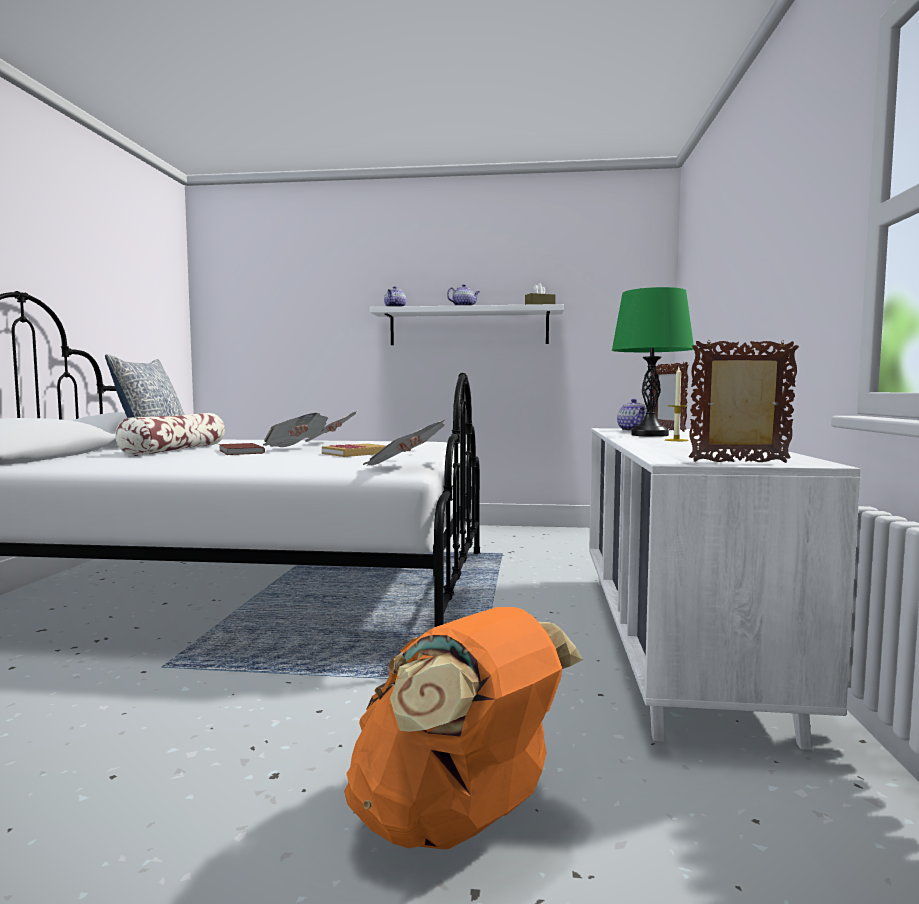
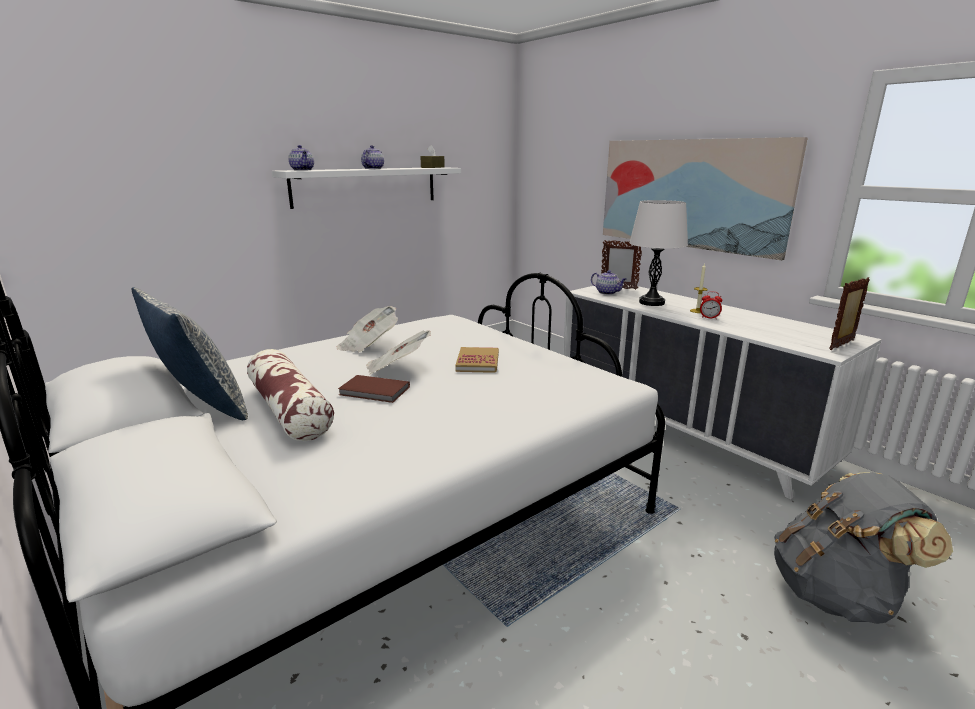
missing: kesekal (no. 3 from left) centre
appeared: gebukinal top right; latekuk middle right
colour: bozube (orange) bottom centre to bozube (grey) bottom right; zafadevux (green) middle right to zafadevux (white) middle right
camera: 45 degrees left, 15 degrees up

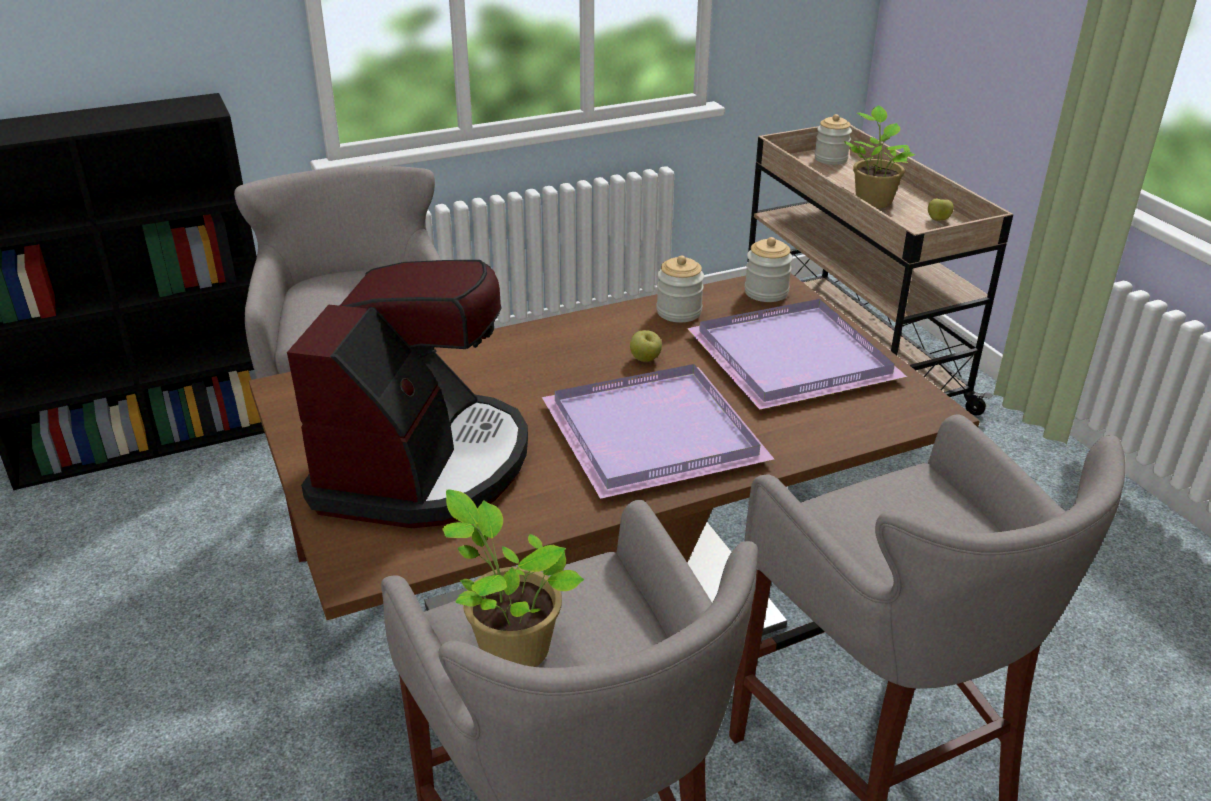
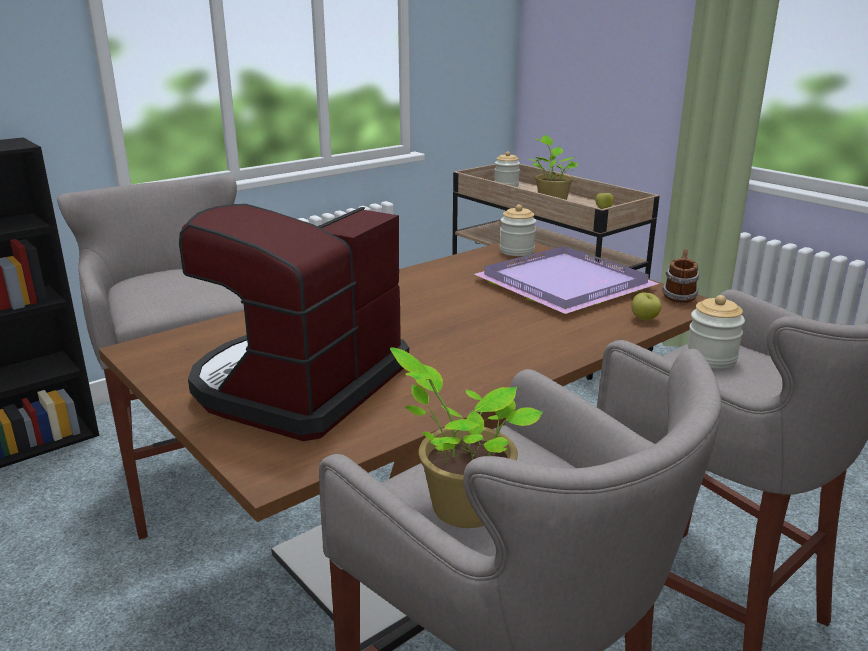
missing: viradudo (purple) (no. 1 from left) centre
appeared: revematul middle right
relocated: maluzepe (no. 1 from left in the first image) centre to maluzepe (no. 2 from left) middle right; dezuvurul (no. 1 from left in the first image) centre to dezuvurul (no. 3 from left) middle right
spun: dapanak centre = centre 150 degrees counterclockwise
camera: 15 degrees left, 10 degrees down

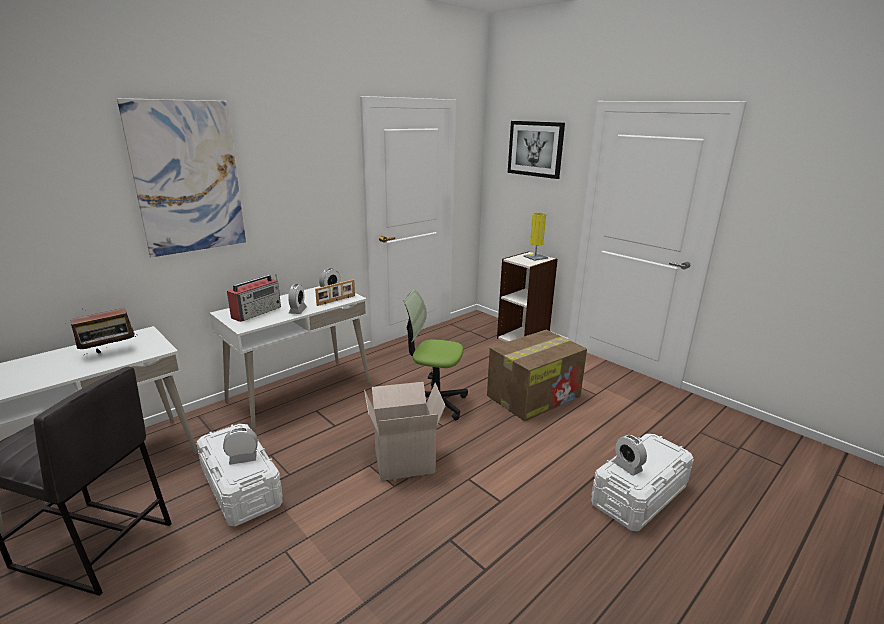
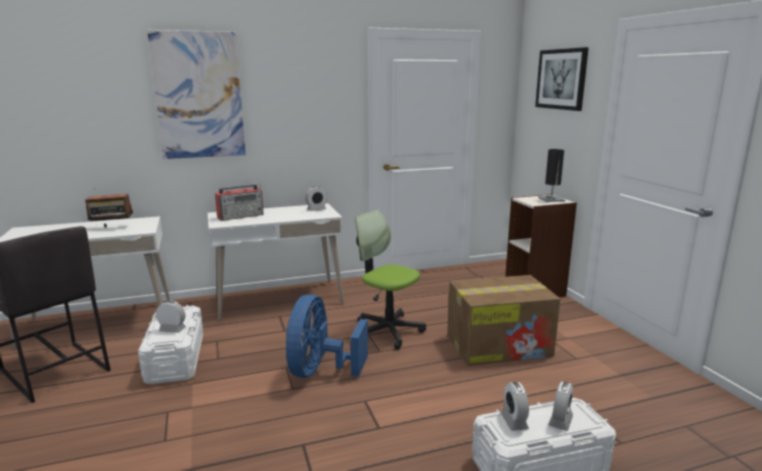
missing: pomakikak centre
relocated: latekuk (no. 2 from left in the first image) centre to latekuk (no. 4 from left) bottom right
exchanged: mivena (no. 1 from left) bottom centre to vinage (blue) bottom centre
colour: zafadevux (yellow) centre to zafadevux (black) middle right
camera: 25 degrees right, 5 degrees down

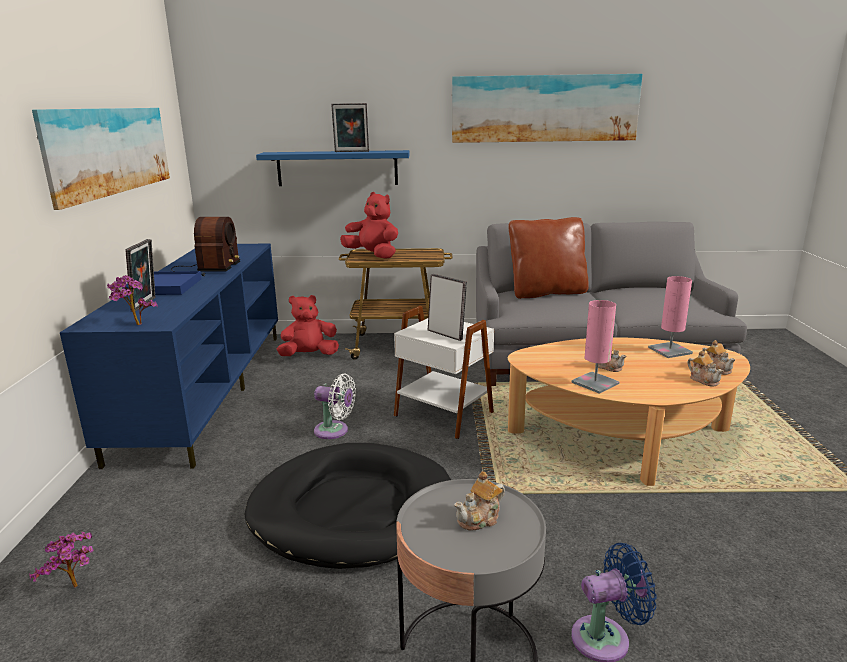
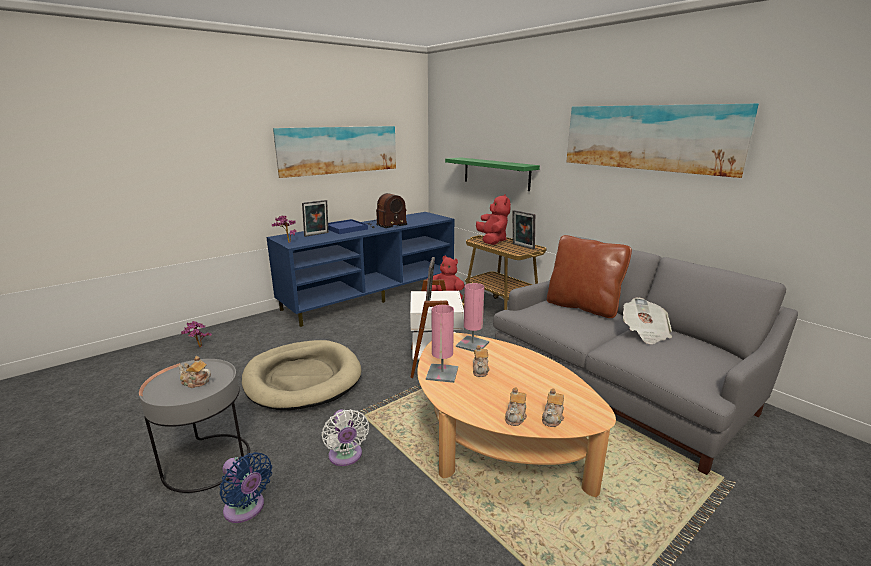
appeared: kesekal middle right
relocated: vinage (white) centre to bottom centre; pomakikak (no. 2 from left in the first image) top centre to pomakikak (no. 3 from left) centre; zafadevux (pink) (no. 2 from left) middle right to centre
colour: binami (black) bottom centre to binami (beige) centre; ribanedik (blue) top centre to ribanedik (green) top centre
camera: 50 degrees right, 0 degrees up

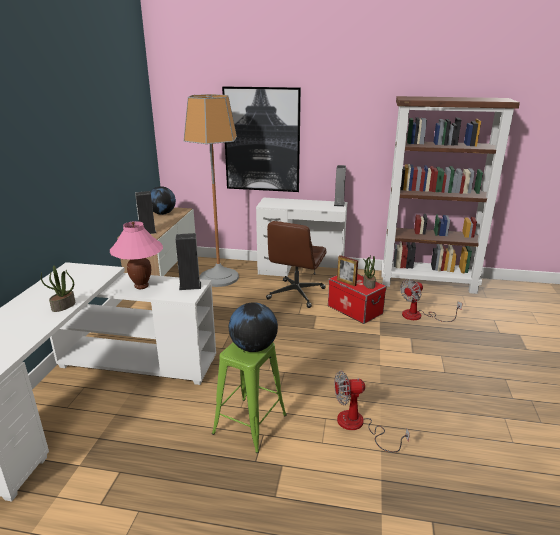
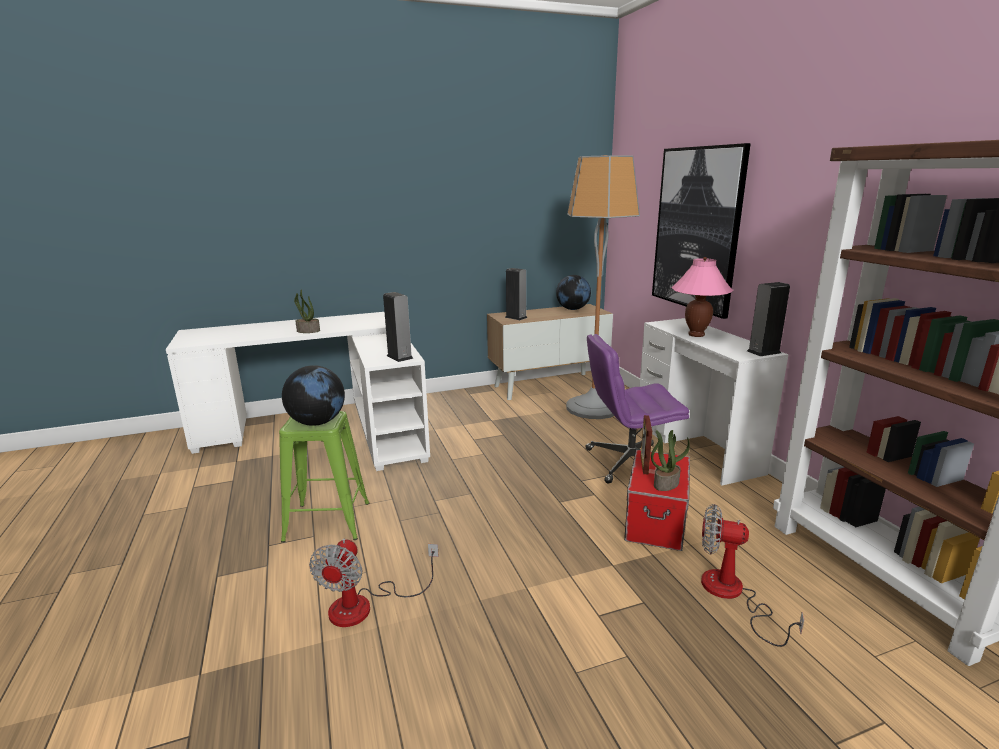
relocated: zafadevux (pink) middle left to middle right
colour: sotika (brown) centre to sotika (purple) centre
spun: vinage (no. 1 from left) bottom centre = bottom centre 135 degrees counterclockwise
camera: 60 degrees right, 5 degrees down

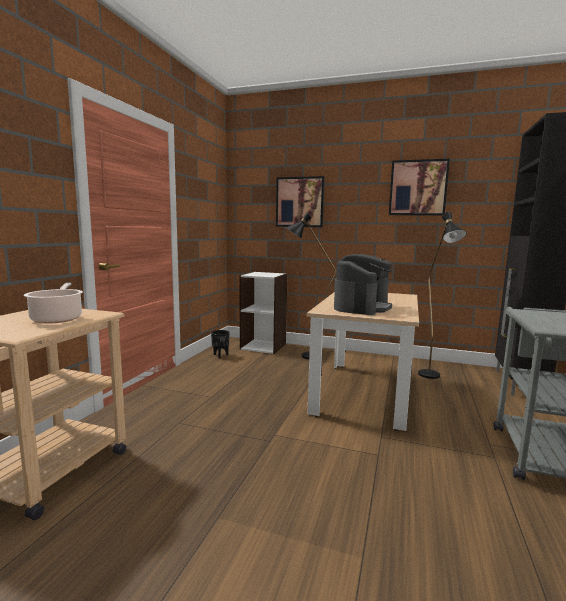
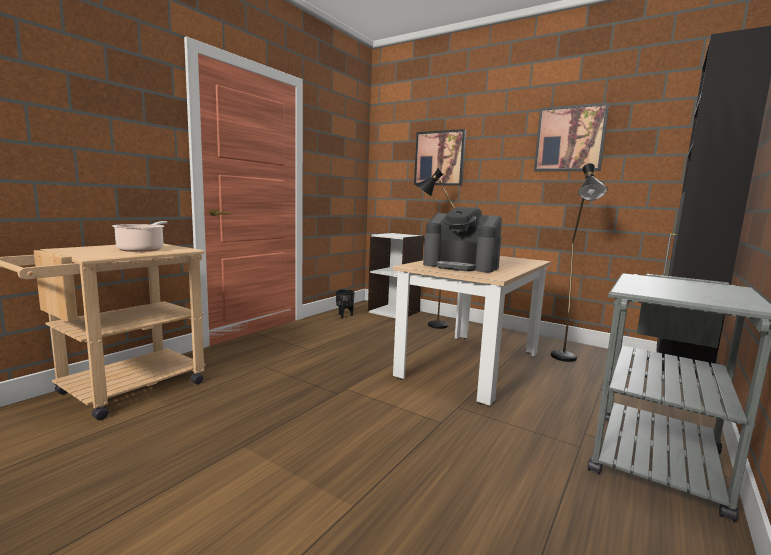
spun: dapanak centre = centre 75 degrees clockwise
camera: 15 degrees right, 0 degrees up

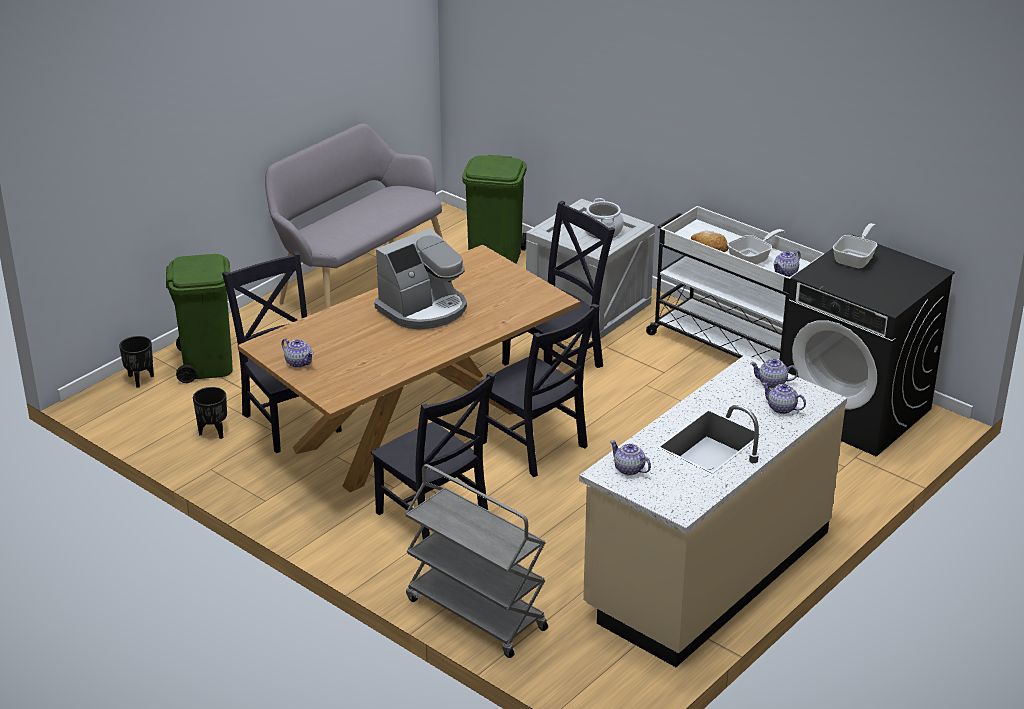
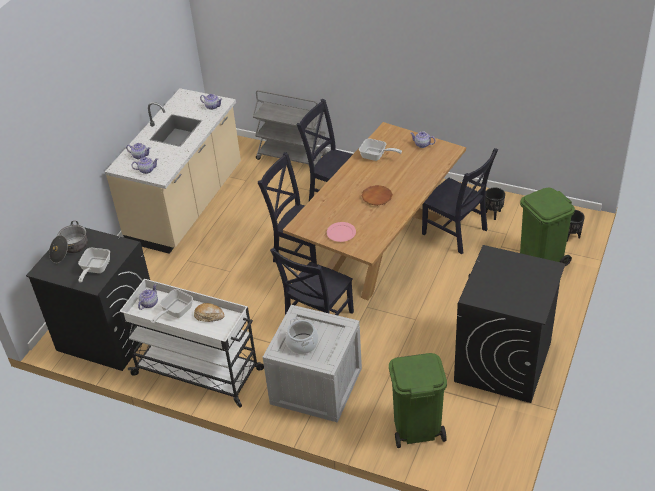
appeared: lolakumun (no. 1 from left) middle left; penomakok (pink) centre; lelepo (no. 3 from left) top centre
exchanged: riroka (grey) top centre to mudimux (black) (no. 2 from left) middle right; dapanak centre to penomakok (brown) centre
camera: 165 degrees right, 10 degrees up

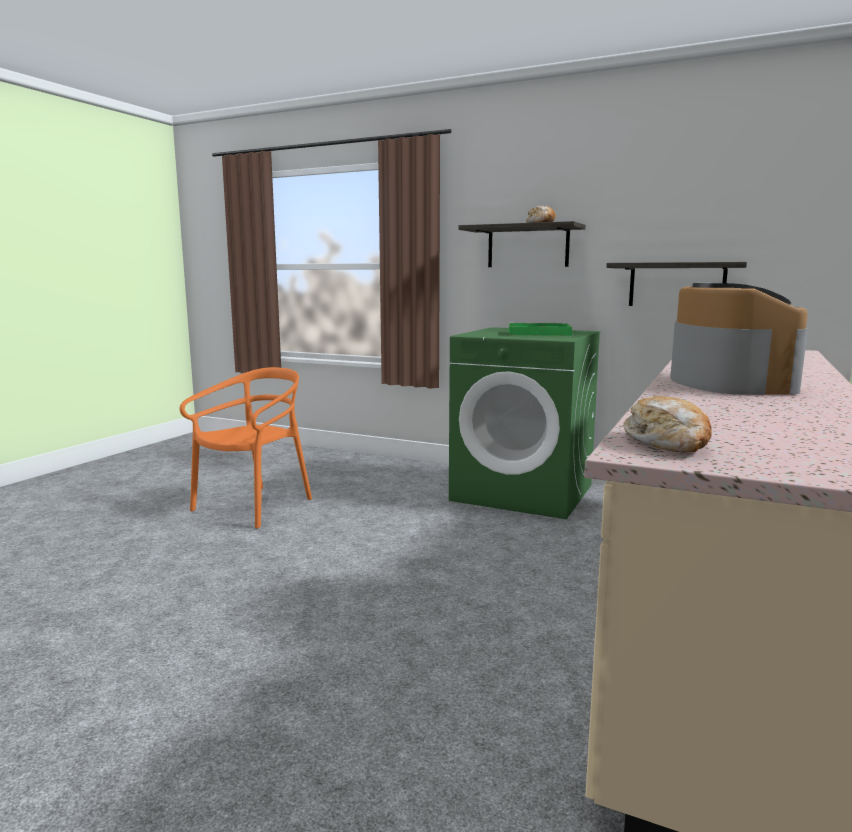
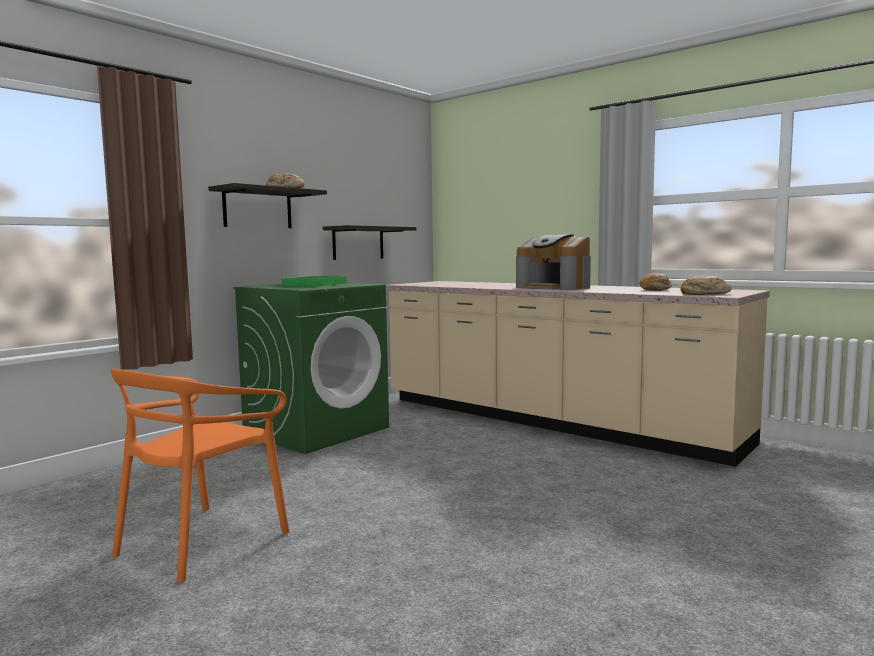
appeared: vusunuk (no. 2 from left) middle right
spun: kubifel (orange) middle left = bottom left 105 degrees counterclockwise; dapanak middle right = centre 150 degrees counterclockwise
camera: 75 degrees left, 5 degrees down

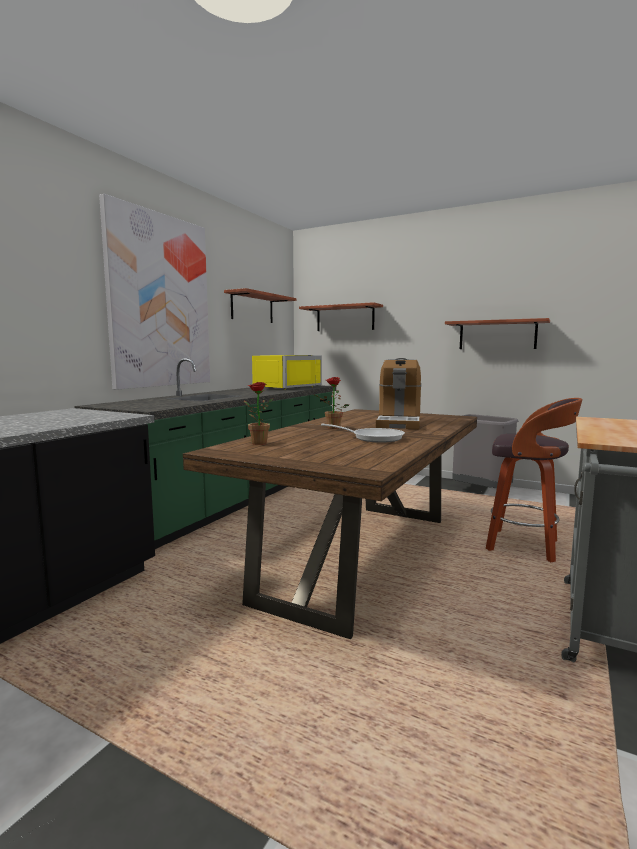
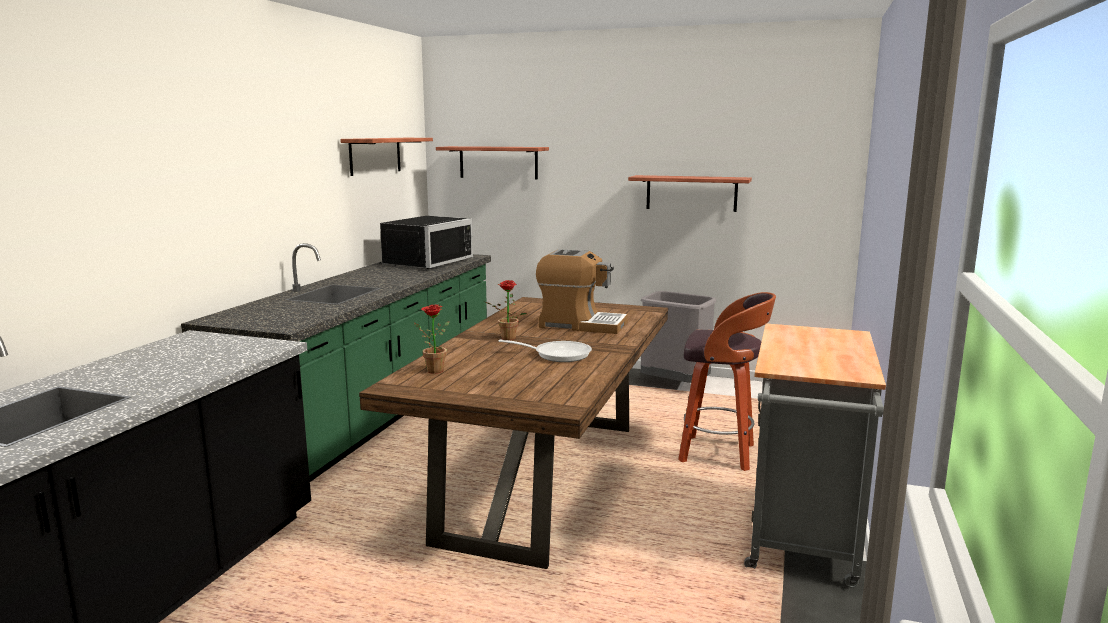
missing: gebukinal middle left
colour: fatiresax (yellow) centre to fatiresax (black) centre
spun: dapanak centre = centre 75 degrees counterclockwise
camera: 10 degrees left, 5 degrees up

